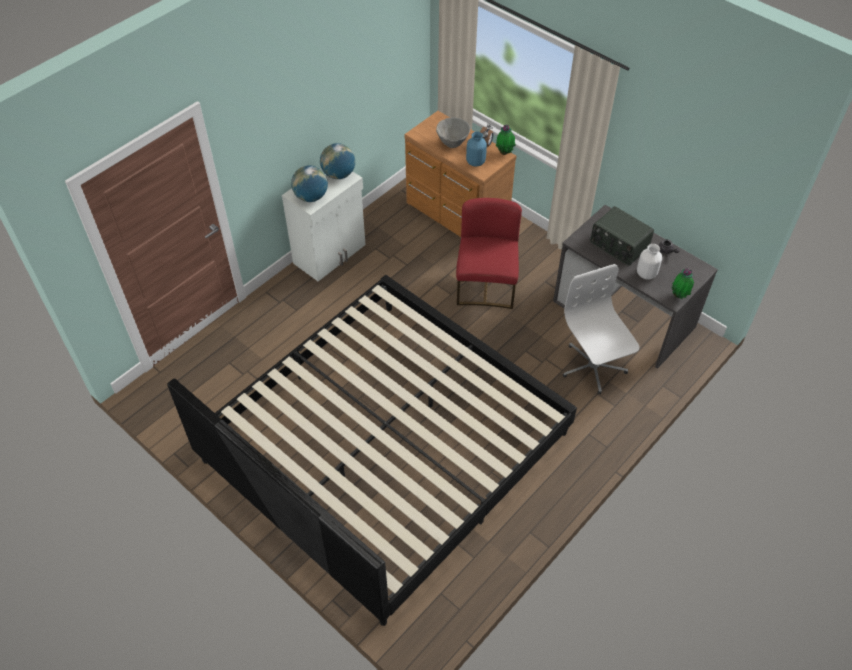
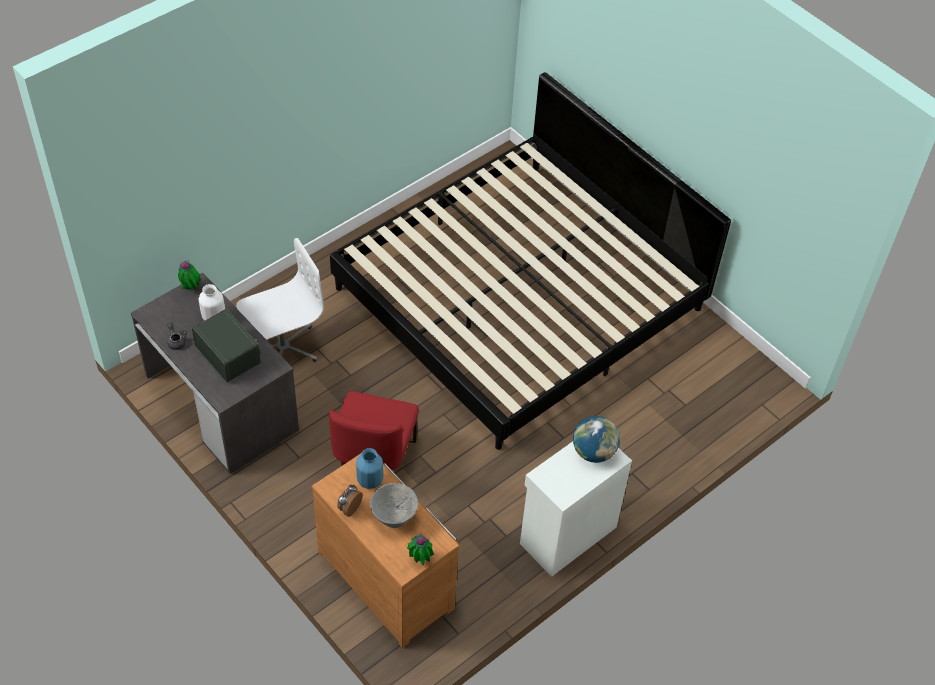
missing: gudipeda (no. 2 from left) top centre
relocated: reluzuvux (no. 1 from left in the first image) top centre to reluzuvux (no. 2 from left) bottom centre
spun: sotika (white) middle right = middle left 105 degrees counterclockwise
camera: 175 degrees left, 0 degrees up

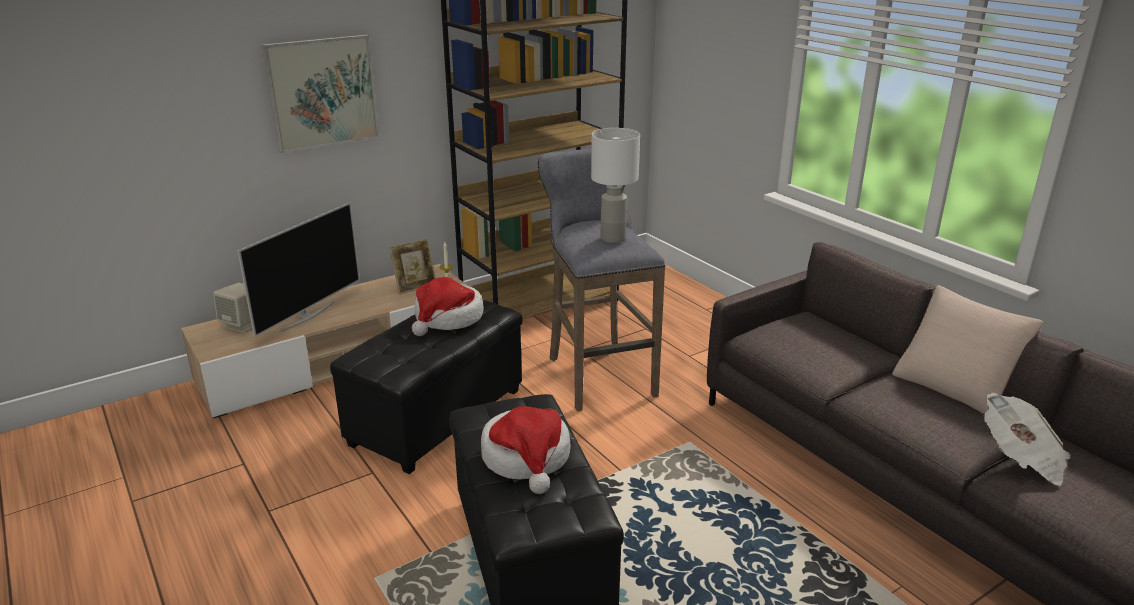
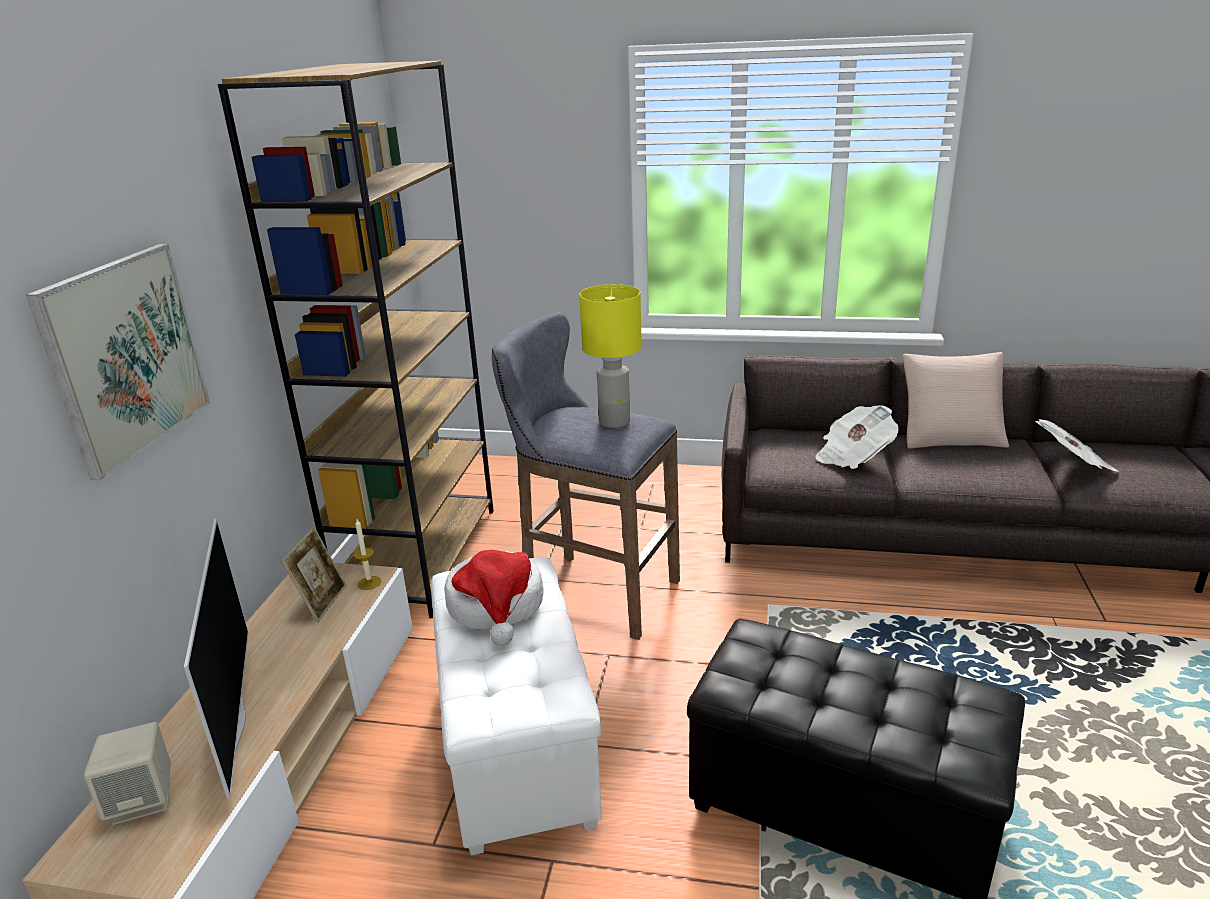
missing: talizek (no. 2 from left) bottom centre
appeared: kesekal (no. 1 from left) middle right
colour: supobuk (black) (no. 1 from left) centre to supobuk (white) bottom centre; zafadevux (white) top centre to zafadevux (yellow) centre
camera: 45 degrees left, 0 degrees up

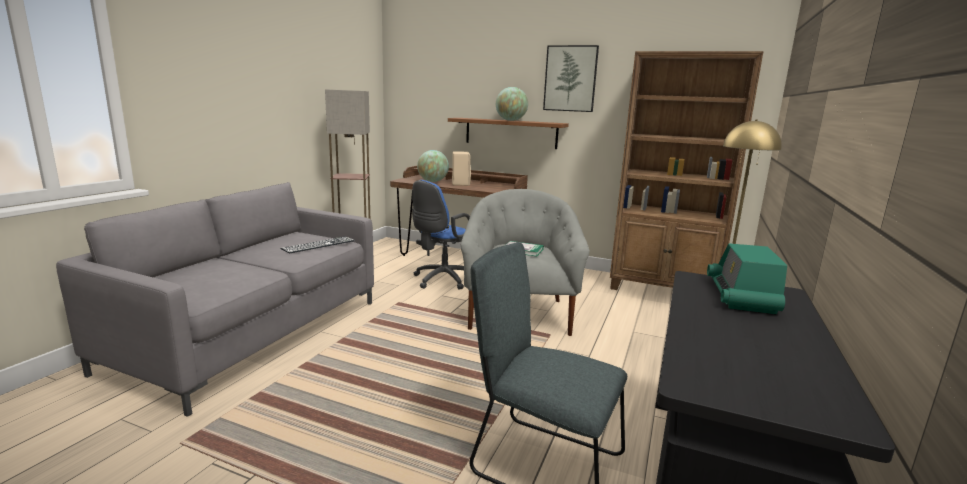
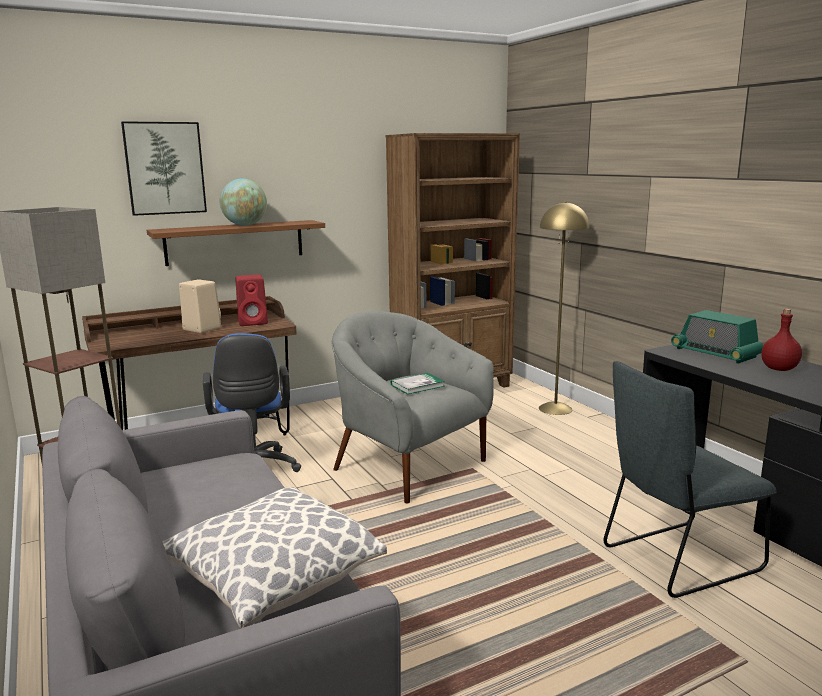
missing: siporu middle left; gudipeda (no. 1 from left) centre
appeared: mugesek bottom centre; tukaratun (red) middle left; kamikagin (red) middle right
relocated: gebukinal top centre to top left
camera: 50 degrees left, 0 degrees up

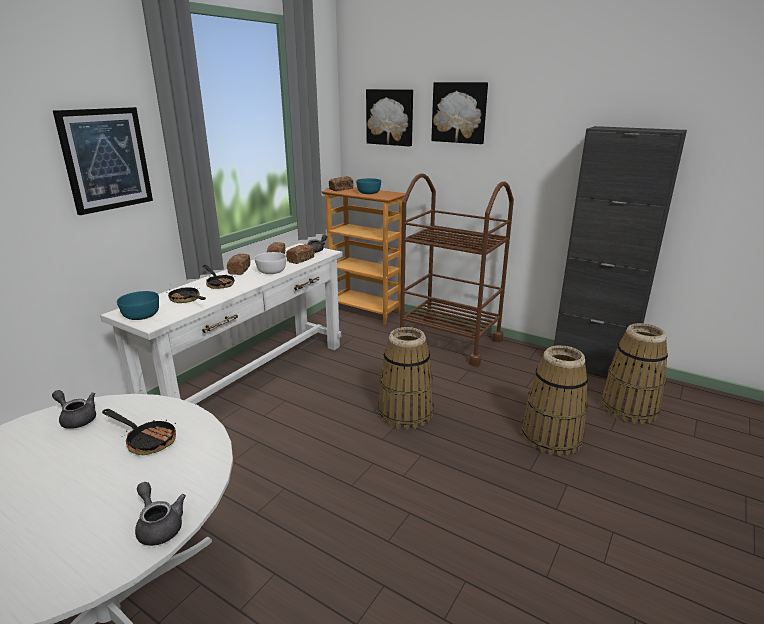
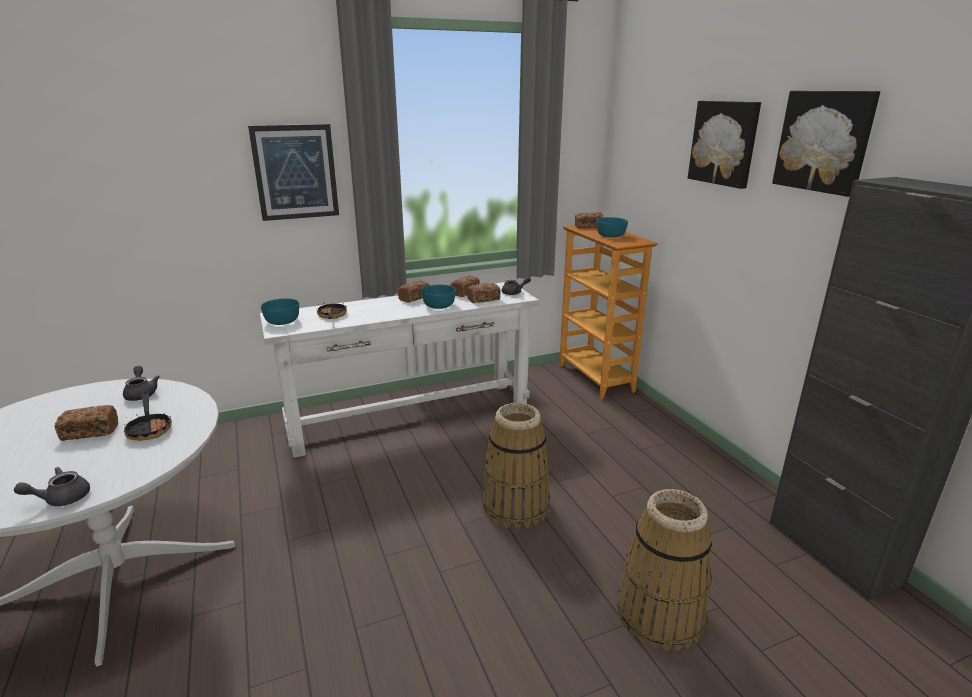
missing: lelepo (no. 3 from left) middle left; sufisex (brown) centre; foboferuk (no. 3 from left) middle right
appeared: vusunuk (no. 1 from left) middle left
relocated: gebukinal (no. 2 from left in the first image) top centre to gebukinal (no. 3 from left) top right
colour: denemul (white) centre to denemul (turquoise) (no. 2 from left) centre
spun: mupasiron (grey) (no. 2 from left in the first image) bottom left = bottom left 120 degrees counterclockwise
camera: 35 degrees right, 0 degrees up

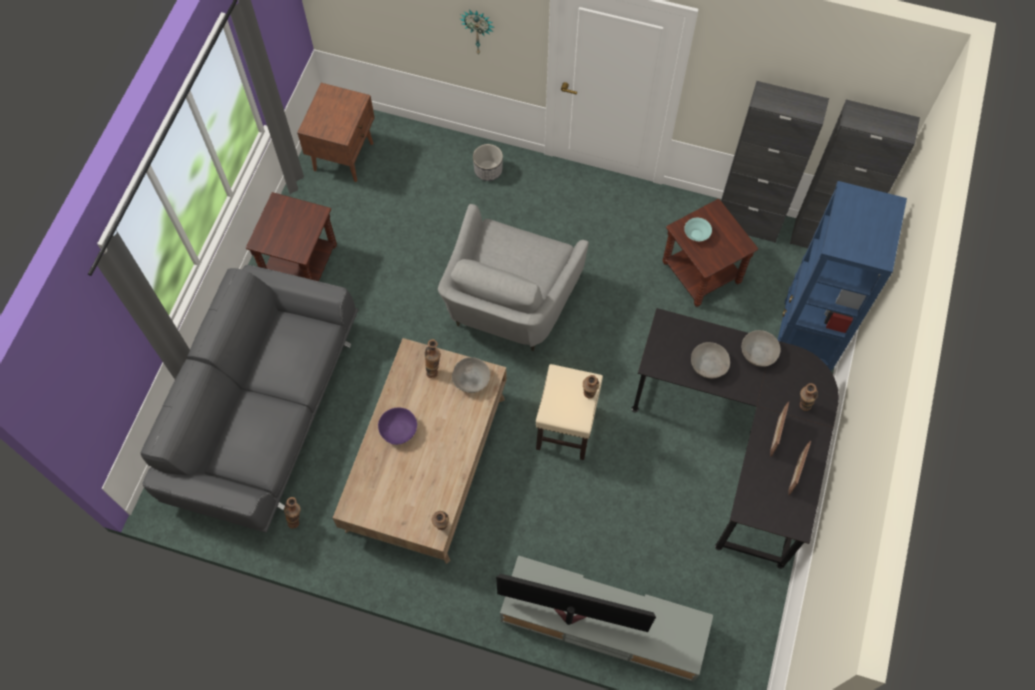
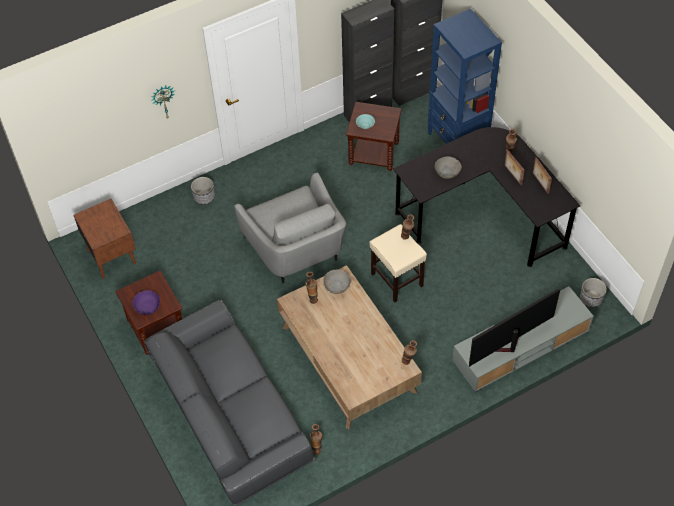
missing: denemul (grey) (no. 3 from left) middle right
appeared: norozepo (no. 2 from left) middle right
relocated: denemul (purple) centre to middle left
camera: 45 degrees left, 10 degrees down

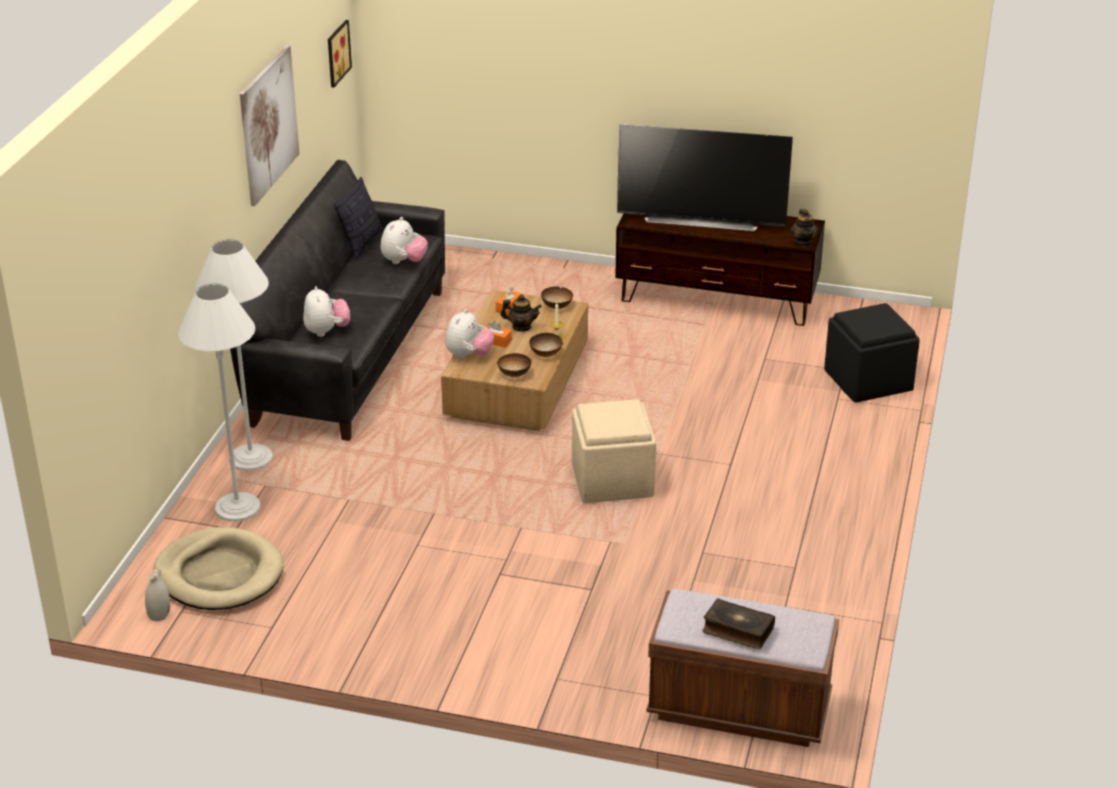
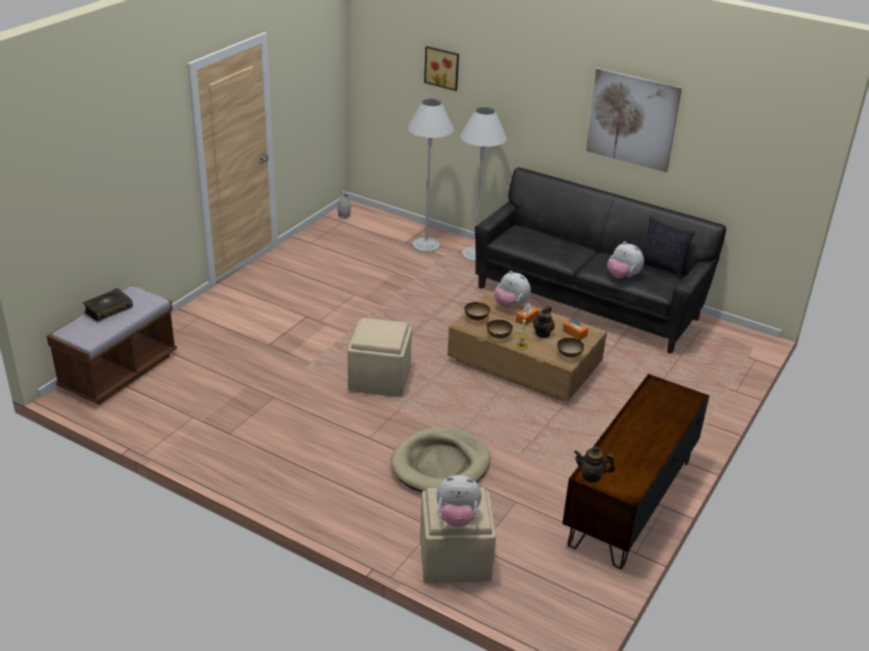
missing: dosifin top centre
relocated: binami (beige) bottom left to bottom centre; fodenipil (no. 1 from left) middle left to bottom centre; gebukinal (no. 2 from left in the first image) top left to gebukinal (no. 1 from left) top centre
colour: supobuk (black) middle right to supobuk (beige) (no. 2 from left) bottom centre
camera: 105 degrees right, 0 degrees up

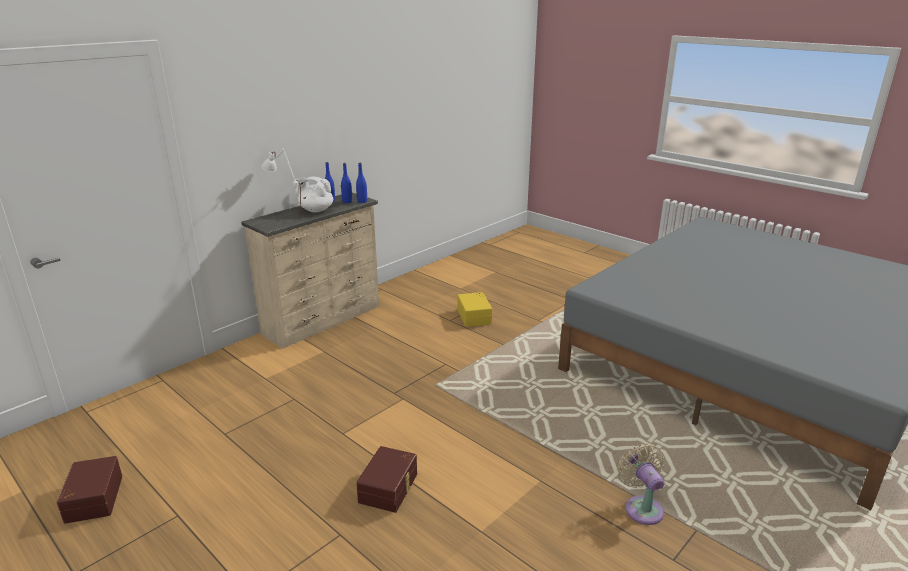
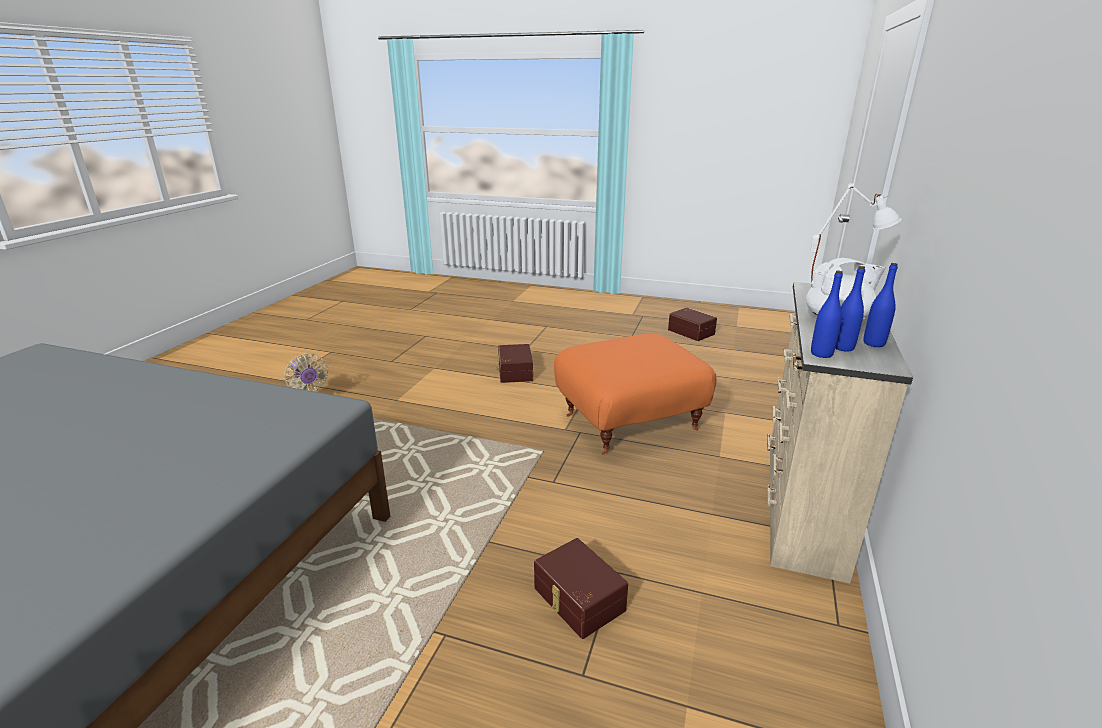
appeared: supobuk (orange) centre
colour: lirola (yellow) centre to lirola (brown) (no. 2 from left) bottom centre
camera: 155 degrees right, 0 degrees up

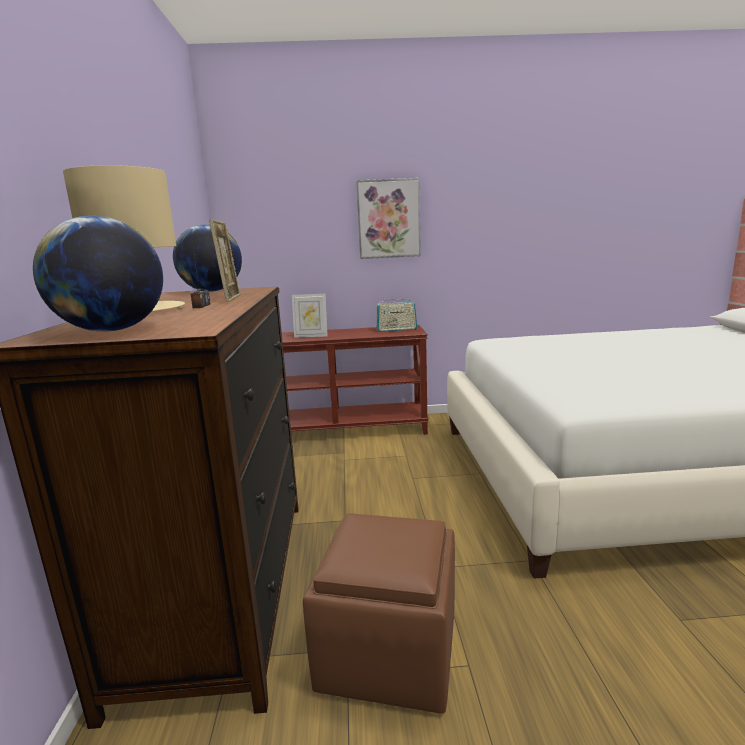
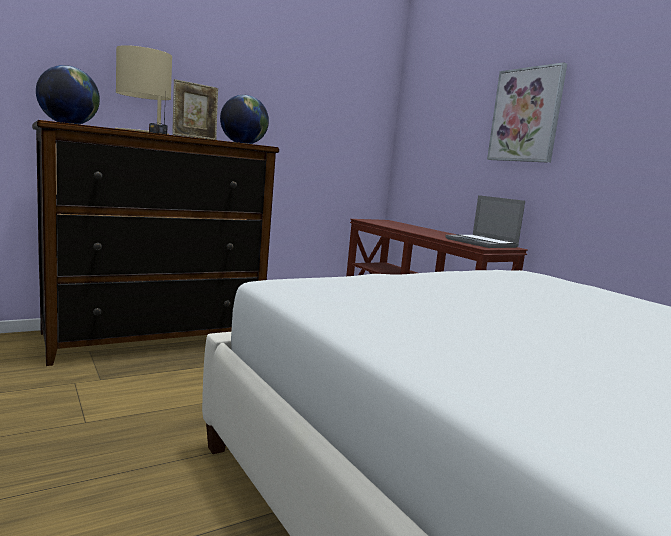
missing: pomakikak (no. 2 from left) centre; supobuk (brown) bottom centre
exchanged: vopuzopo (no. 2 from left) centre to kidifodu middle right
camera: 60 degrees right, 5 degrees down

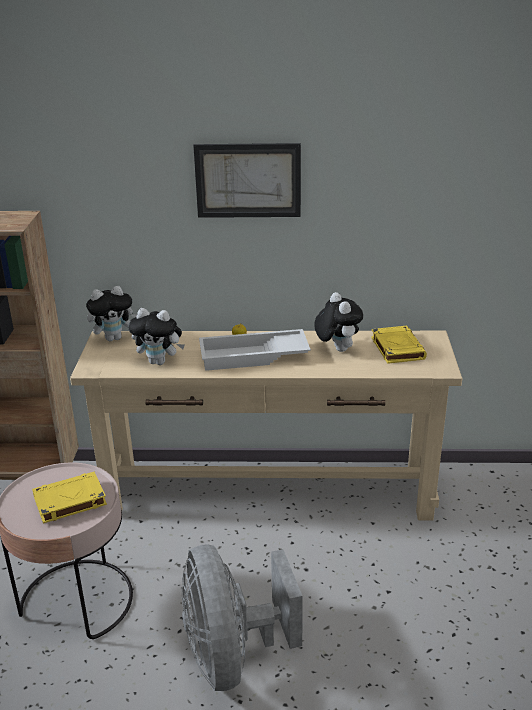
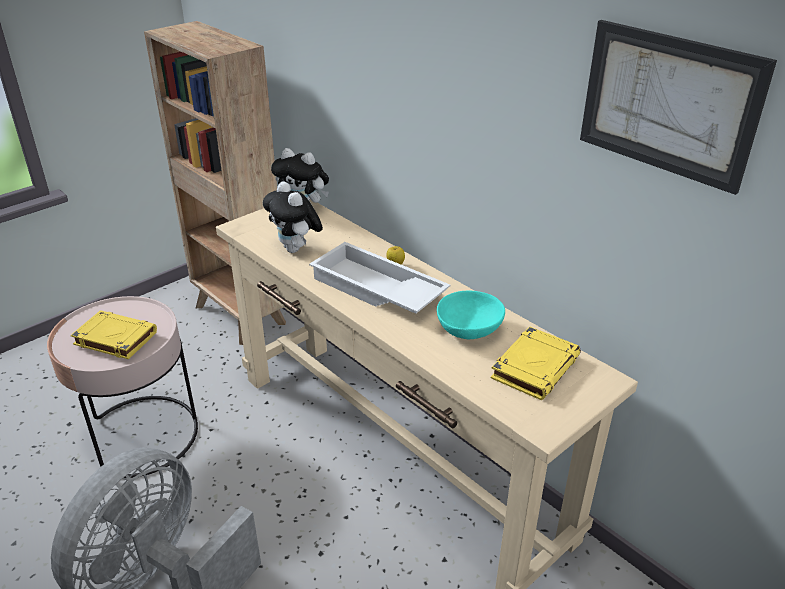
relocated: gebukinal top centre to top right
exchanged: fodenipil (no. 3 from left) centre to denemul (turquoise) centre
camera: 45 degrees right, 5 degrees up

